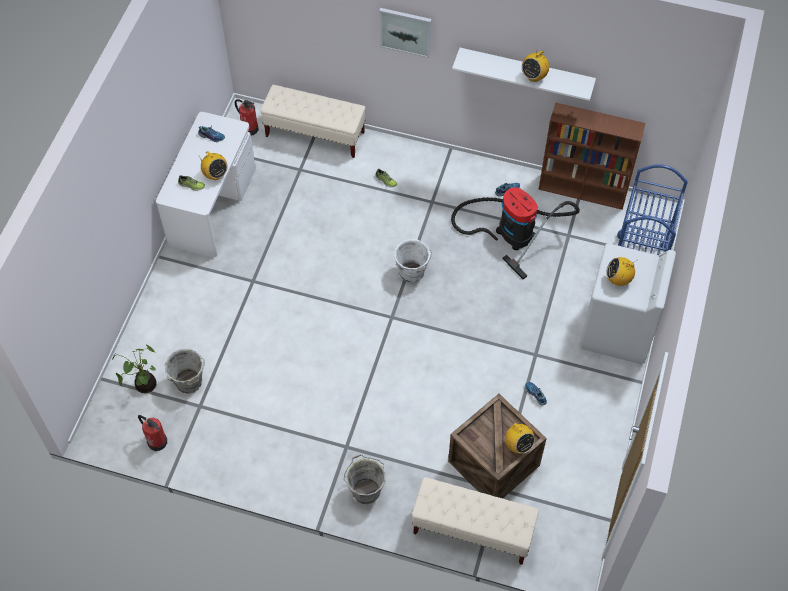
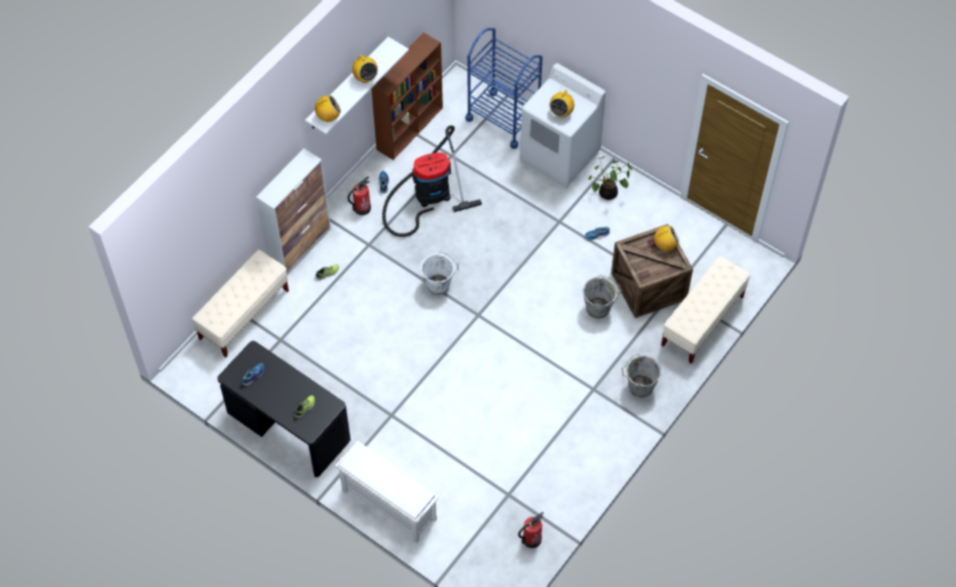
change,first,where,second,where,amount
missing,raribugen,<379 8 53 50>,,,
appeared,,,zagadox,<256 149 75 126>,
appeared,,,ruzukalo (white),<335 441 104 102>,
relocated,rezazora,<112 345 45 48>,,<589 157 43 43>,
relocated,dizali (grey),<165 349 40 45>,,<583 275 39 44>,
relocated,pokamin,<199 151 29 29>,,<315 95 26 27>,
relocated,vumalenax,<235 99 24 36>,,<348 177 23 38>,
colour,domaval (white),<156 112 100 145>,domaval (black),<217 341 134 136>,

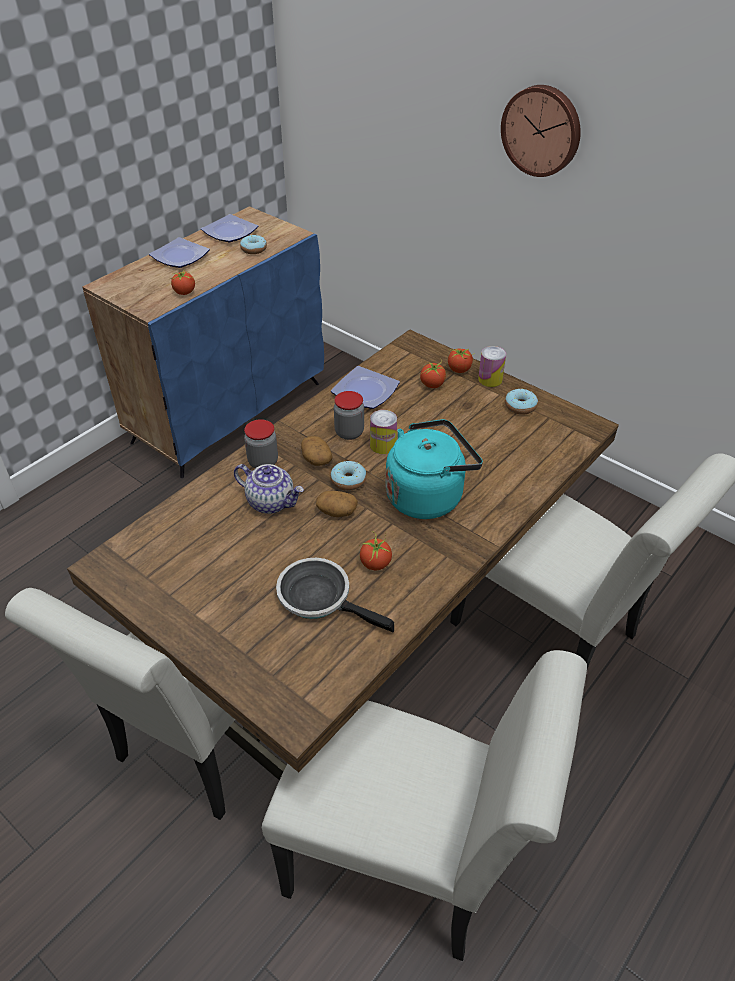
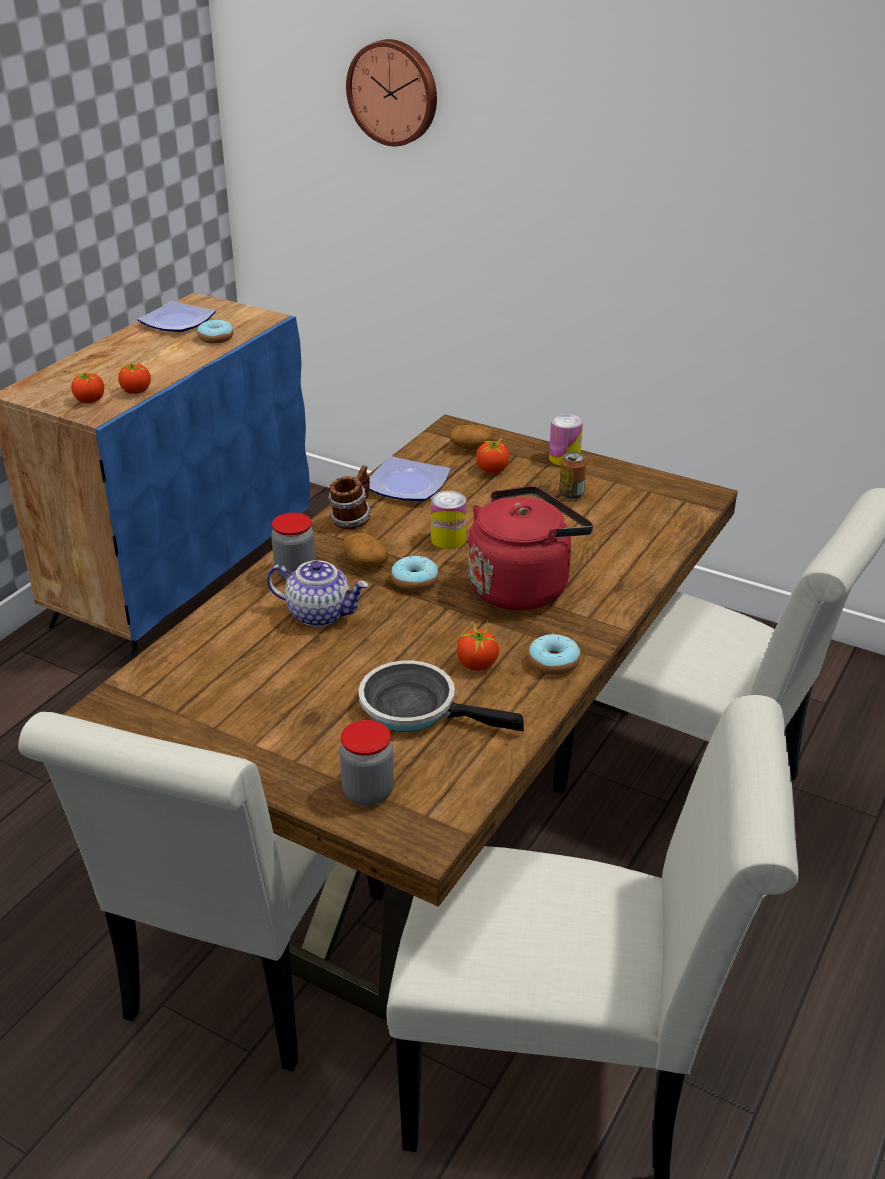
change,first,where,second,where,amount
missing,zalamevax,<149 237 61 31>,,,
appeared,,,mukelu,<328 465 43 65>,
appeared,,,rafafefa,<559 452 27 47>,
relocated,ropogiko,<316 491 42 26>,,<449 425 44 25>,
relocated,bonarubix,<334 391 30 49>,,<340 720 54 85>,
relocated,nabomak,<448 347 27 26>,,<71 371 33 33>,
relocated,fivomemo,<501 85 80 92>,,<346 39 91 107>,
relocated,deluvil,<505 389 33 26>,,<528 634 52 41>,
colour,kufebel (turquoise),<386 419 97 100>,kufebel (red),<468 486 125 124>,

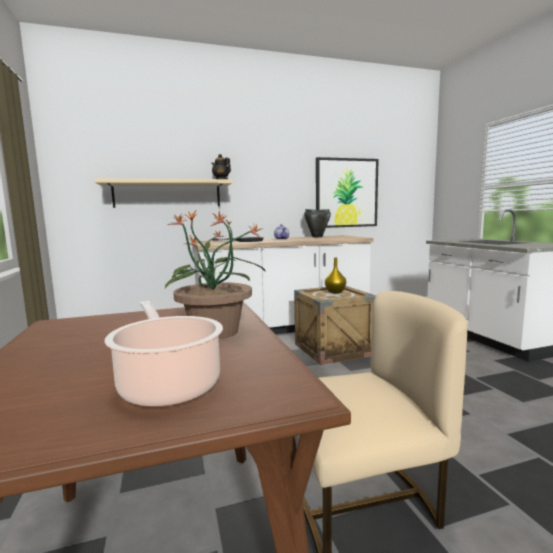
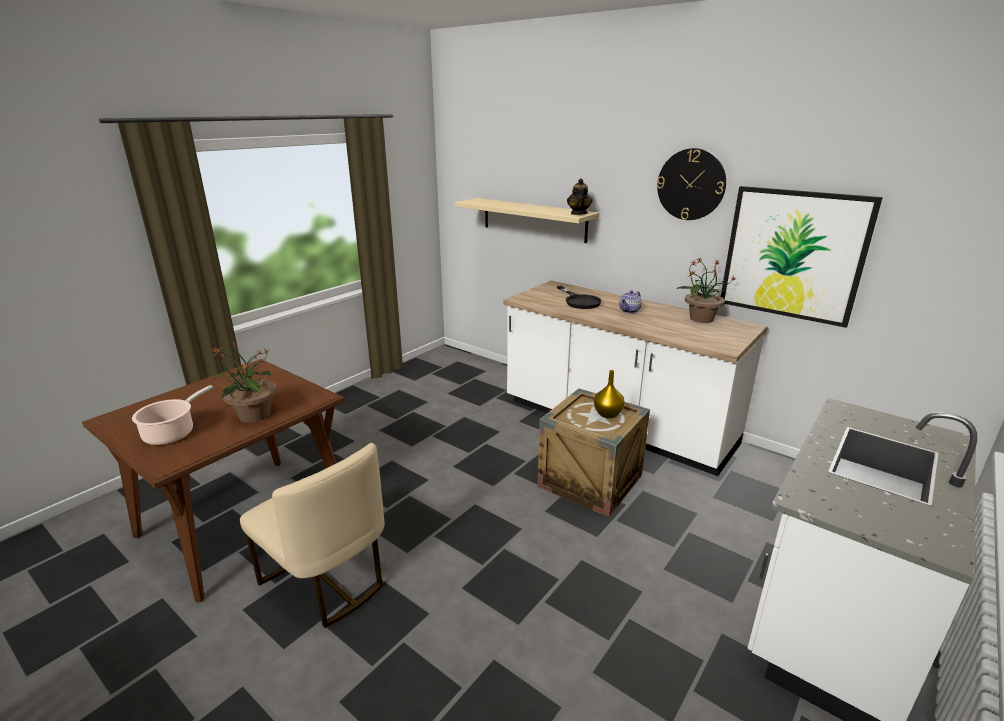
change,first,where,second,where,amount
appeared,,,fivomemo,<657 148 69 72>,
exchanged,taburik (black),<304 209 27 28>,rezazora,<676 259 60 64>,

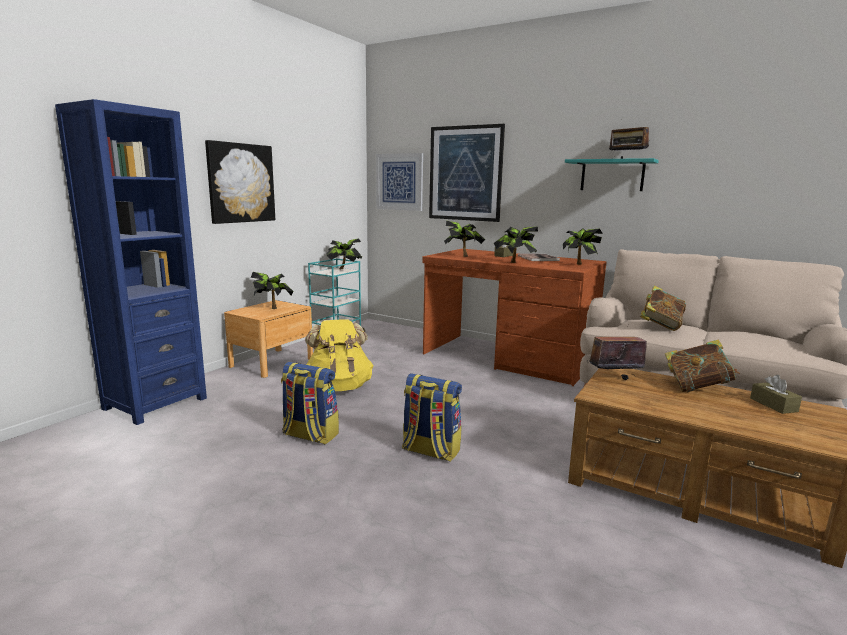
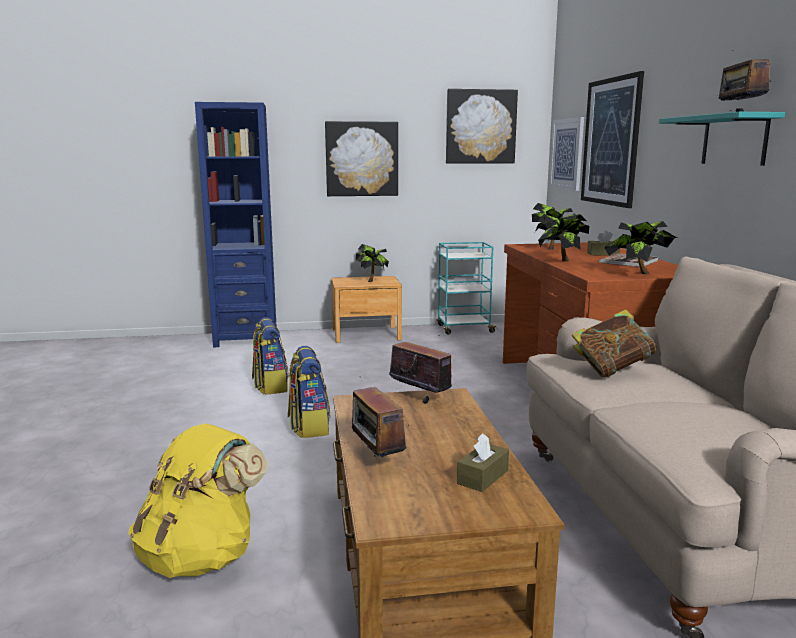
change,first,where,second,where,amount
missing,rezazora,<326 238 36 31>,,,
missing,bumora,<665 340 75 52>,,,
appeared,,,pokamin,<352 376 55 82>,
appeared,,,raribugen,<446 89 72 75>,
relocated,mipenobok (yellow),<305 319 68 72>,,<128 423 140 155>,

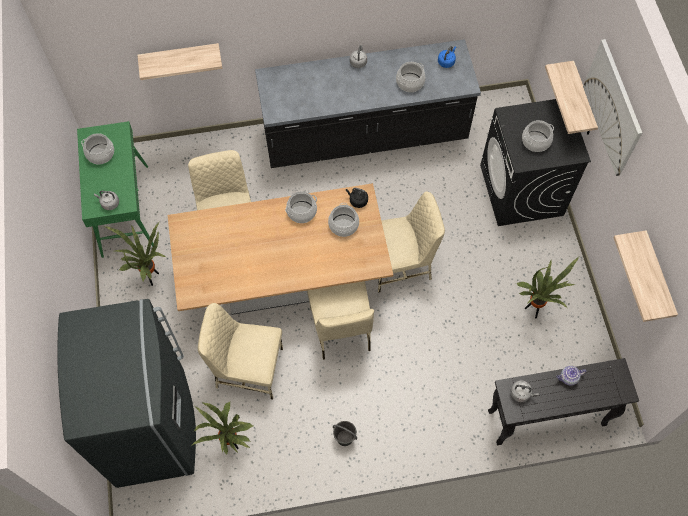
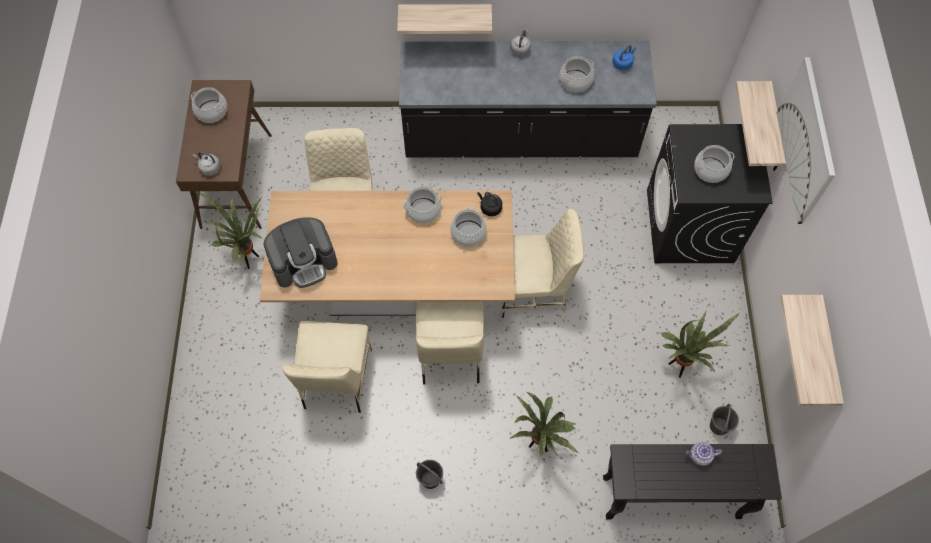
change,first,where,second,where,amount
missing,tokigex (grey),<57 299 139 189>,,,
missing,kufebel (grey),<510 381 29 21>,,,
appeared,,,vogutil,<264 217 74 71>,
appeared,,,dizali (grey),<710 404 29 31>,
relocated,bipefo,<137 43 85 37>,,<397 4 95 30>,
relocated,rezazora,<191 401 62 54>,,<510 392 69 64>,
colour,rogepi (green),<77 121 77 137>,rogepi (brown),<176 80 96 149>,
spun,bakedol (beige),<198 303 85 97>,,<282 321 90 92>,105 degrees counterclockwise

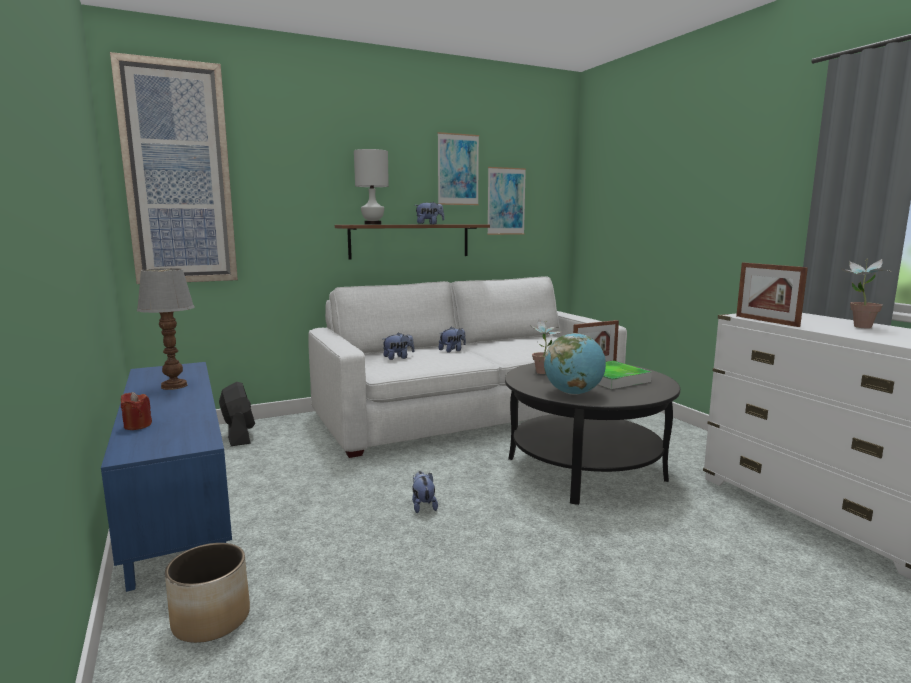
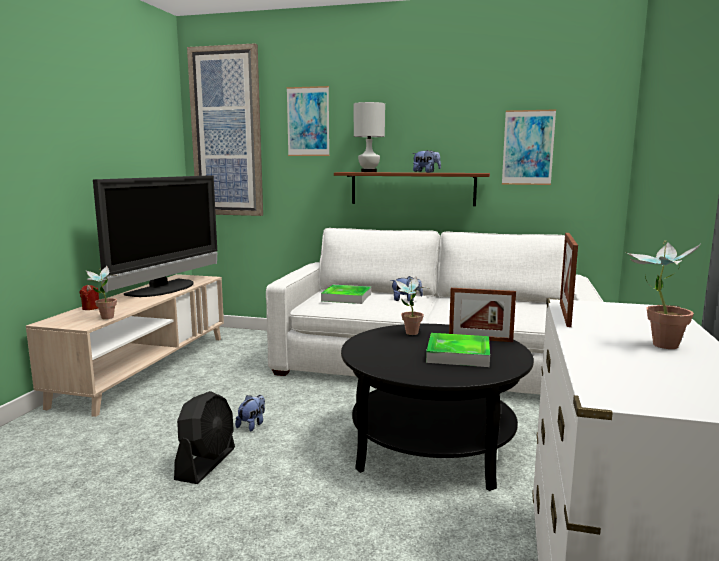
change,first,where,second,where,amount
missing,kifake,<165 543 85 100>,,,
missing,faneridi,<544 333 62 62>,,,
appeared,,,rezazora,<86 266 33 53>,
relocated,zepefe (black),<219 382 36 64>,,<174 391 61 93>,
relocated,raribugen,<437 132 42 73>,,<286 86 44 70>,
exchanged,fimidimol,<137 268 57 122>,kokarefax,<93 175 124 122>,
exchanged,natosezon,<383 332 32 28>,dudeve,<321 285 50 19>,
colour,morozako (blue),<101 362 131 230>,morozako (beige),<26 274 198 143>,

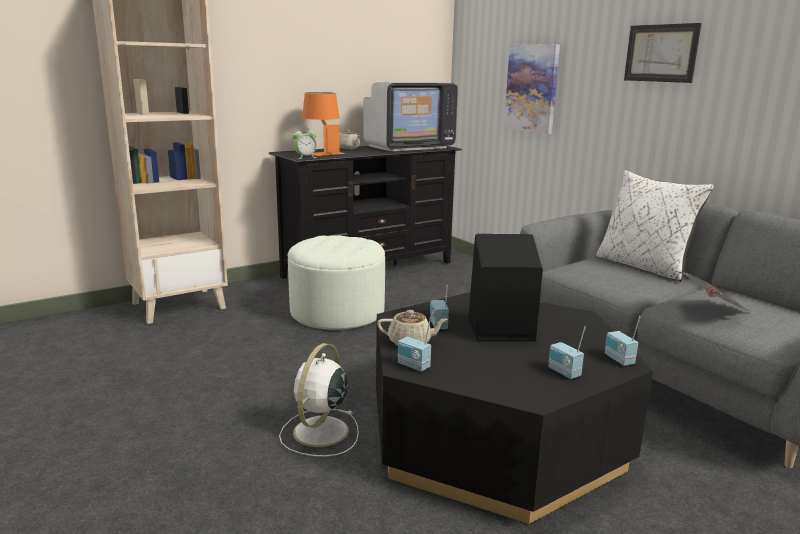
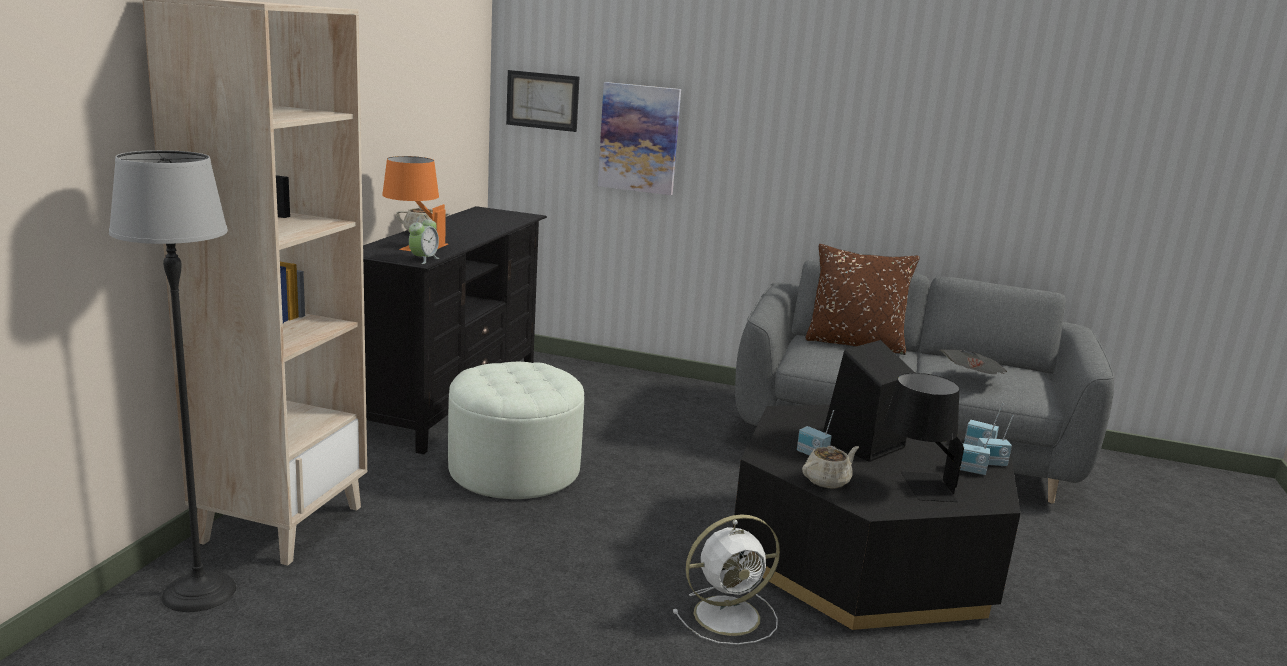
change,first,where,second,where,amount
missing,kokarefax,<363 82 95 69>,,,
appeared,,,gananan,<109 150 128 462>,
appeared,,,fimidimol (black),<884 373 80 129>,
relocated,pokamin,<398 318 33 54>,,<977 415 36 52>,
relocated,raribugen,<624 23 77 60>,,<506 70 73 62>,
colour,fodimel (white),<596 170 118 112>,fodimel (brown),<805 244 115 111>,
spun,zepefe (white),<279 343 80 114>,,<672 514 108 131>,90 degrees counterclockwise

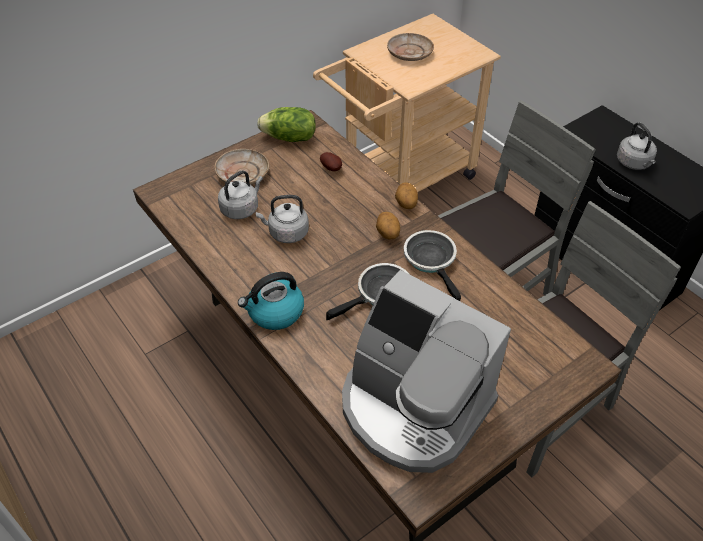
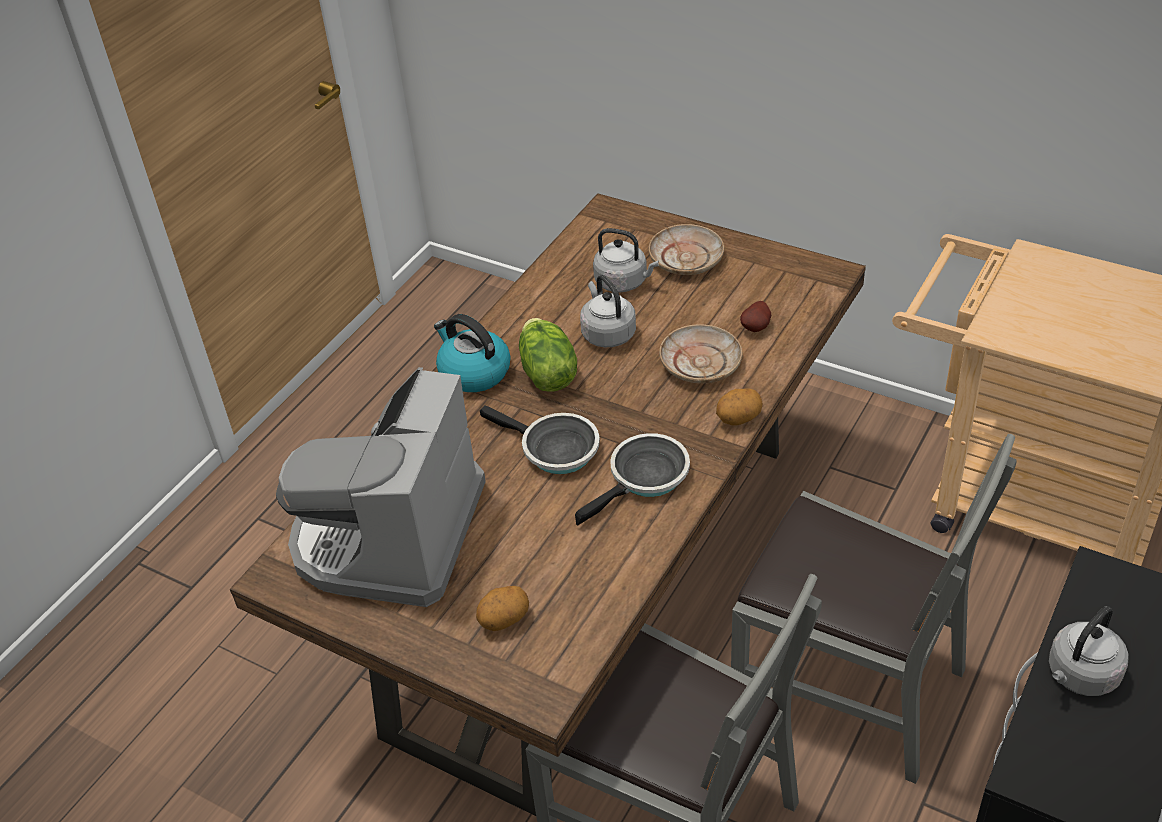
change,first,where,second,where,amount
relocated,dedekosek,<257 107 59 35>,,<519 318 58 74>,
relocated,ropogiko,<376 212 24 28>,,<476 586 53 45>,
relocated,zalamevax (beige),<387 33 47 28>,,<659 324 84 59>,

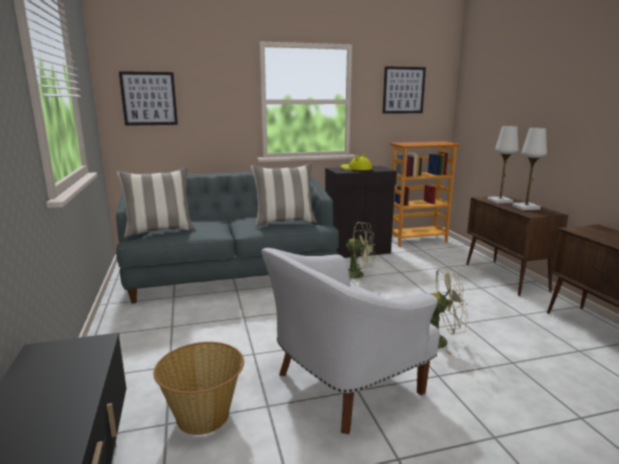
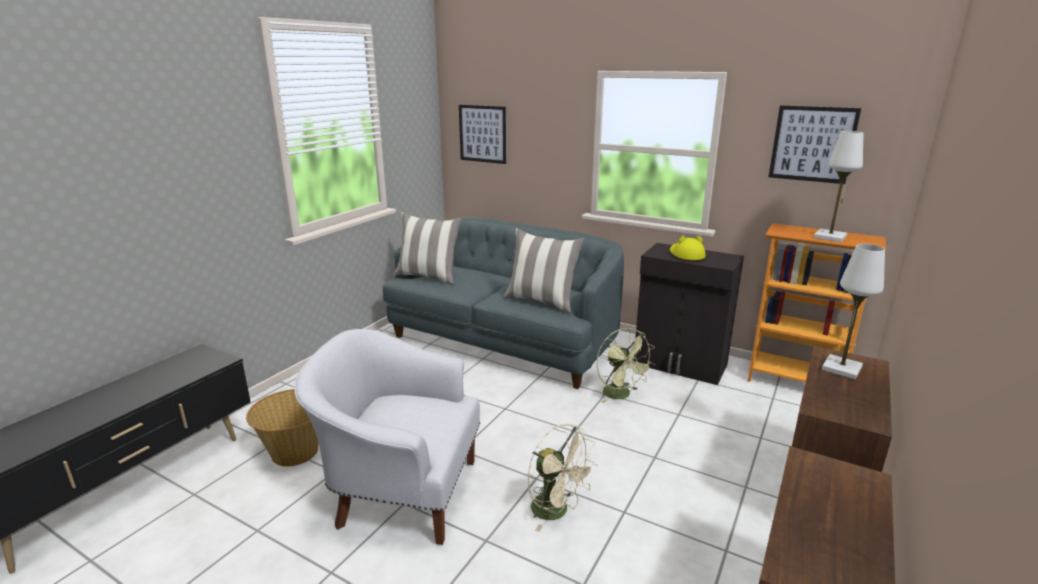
change,first,where,second,where,amount
relocated,fimidimol (white),<512 128 35 82>,,<814 131 49 111>,

